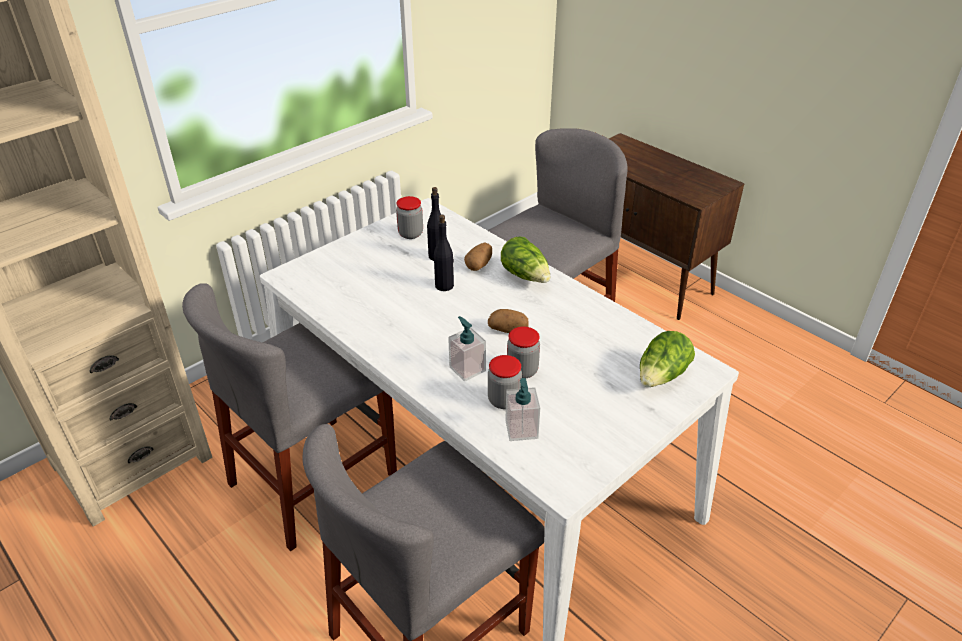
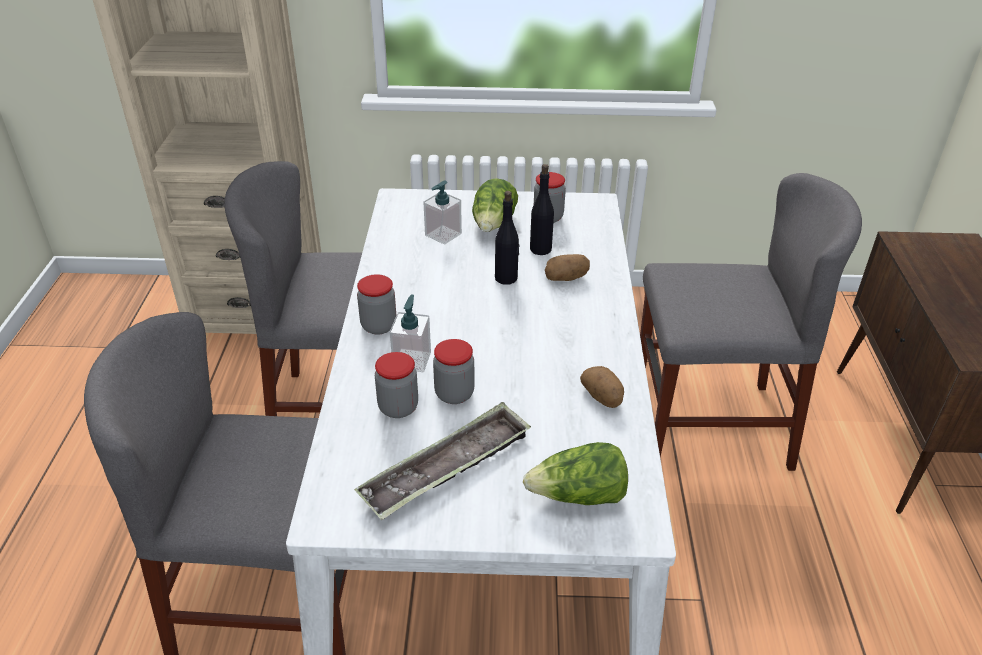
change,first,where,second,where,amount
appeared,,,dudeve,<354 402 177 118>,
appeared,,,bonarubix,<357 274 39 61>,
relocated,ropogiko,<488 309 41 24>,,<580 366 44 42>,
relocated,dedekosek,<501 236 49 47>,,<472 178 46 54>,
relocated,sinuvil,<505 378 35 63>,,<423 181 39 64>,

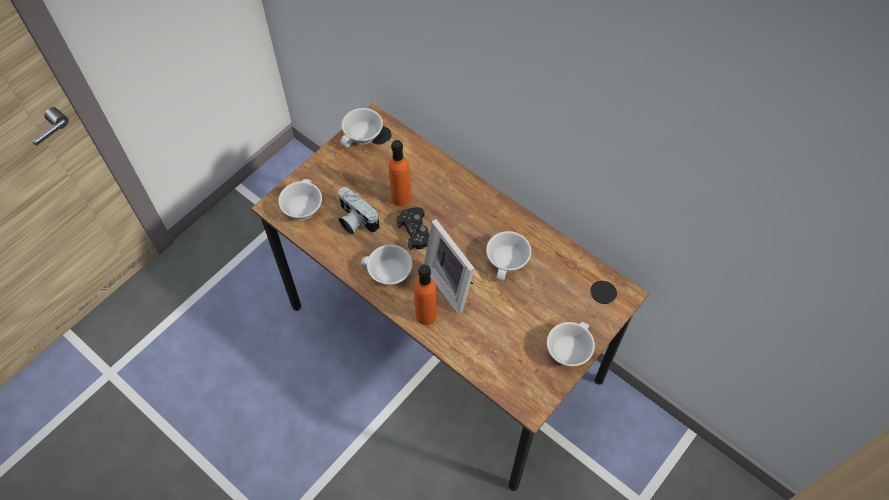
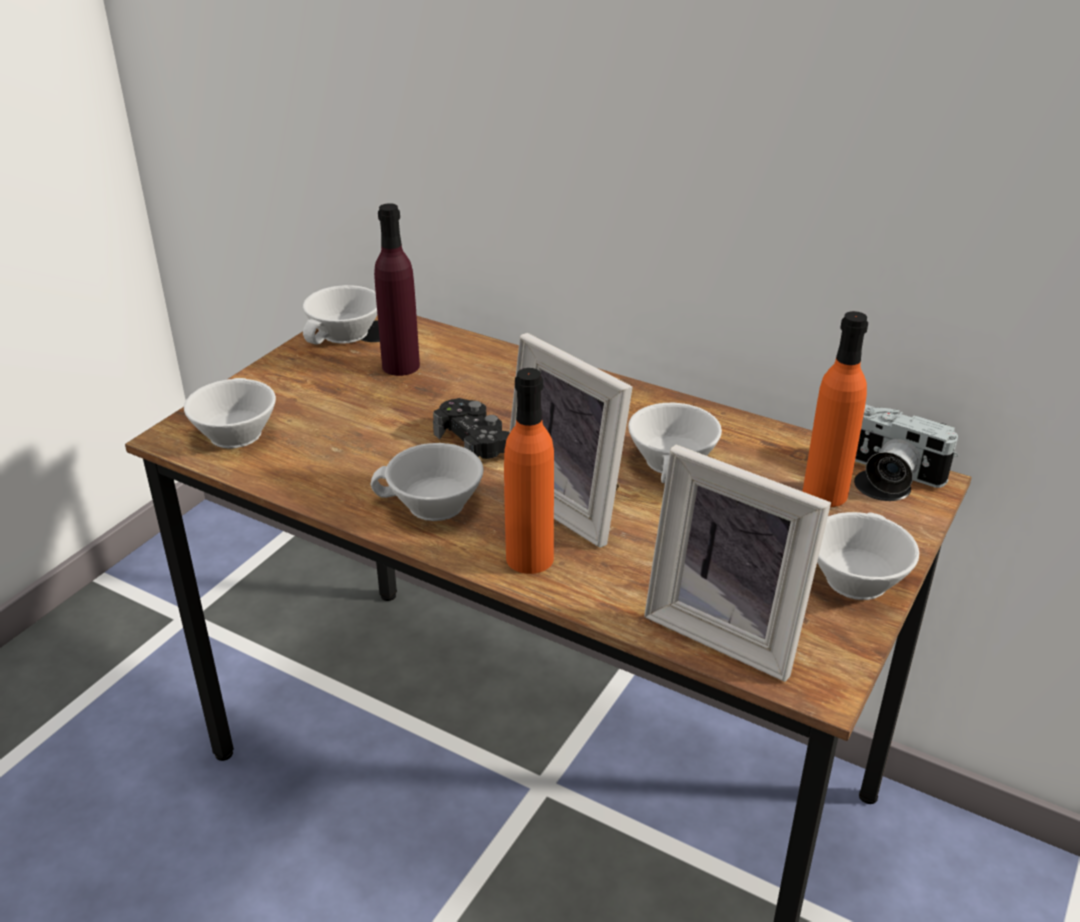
change,first,where,second,where,amount
appeared,,,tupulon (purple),<374 203 46 173>,
appeared,,,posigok,<644 445 187 237>,
relocated,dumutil,<339 187 41 48>,,<855 404 103 90>,
relocated,tupulon (orange),<389 140 22 66>,,<803 311 65 196>,

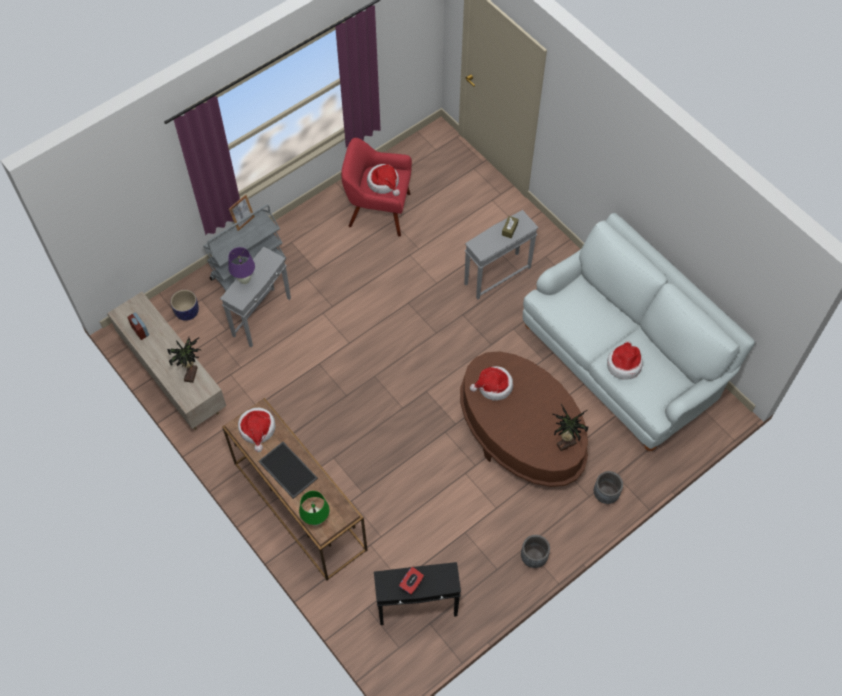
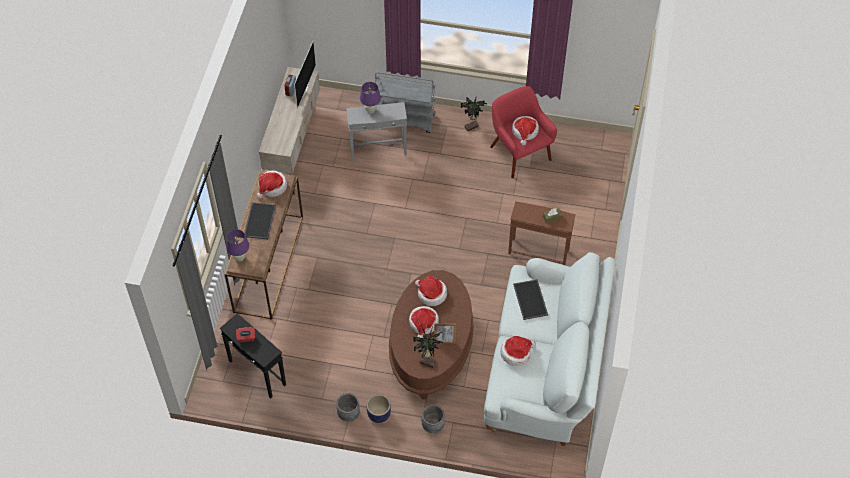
change,first,where,second,where,amount
appeared,,,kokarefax,<294 40 22 69>,
appeared,,,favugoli,<409 306 30 32>,
appeared,,,dudeve,<513 279 35 41>,
relocated,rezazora,<167 337 35 46>,,<461 98 26 33>,
relocated,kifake,<171 290 28 31>,,<367 395 24 28>,
relocated,posigok,<229 194 26 37>,,<434 323 22 21>,
colour,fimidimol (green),<299 491 30 35>,fimidimol (purple),<226 229 23 33>,
colour,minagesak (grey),<464 210 75 89>,minagesak (brown),<508 201 68 64>,

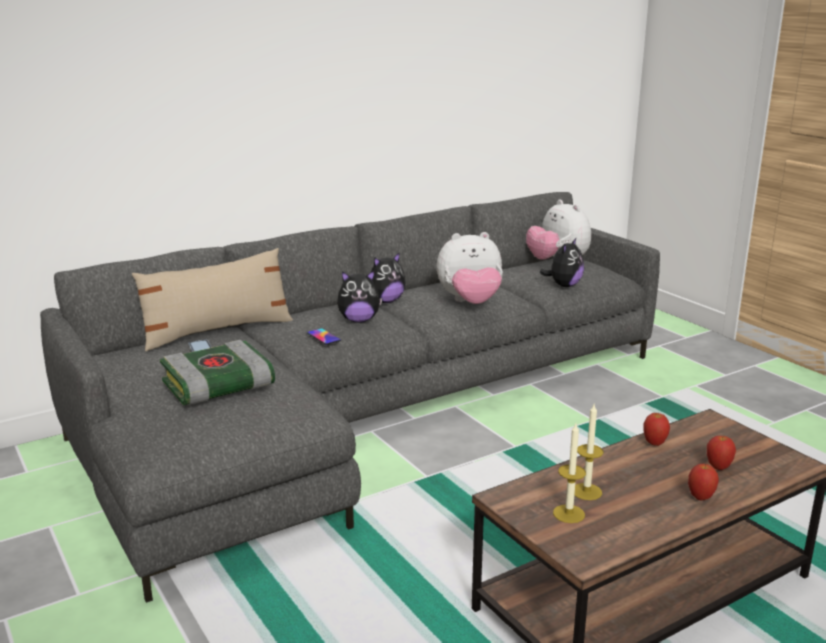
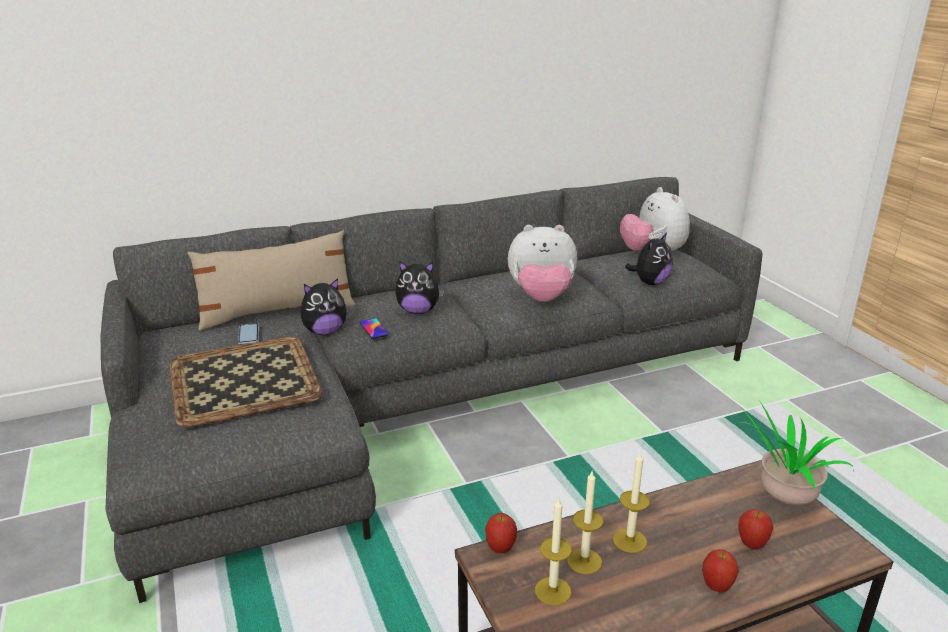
change,first,where,second,where,amount
appeared,,,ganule,<613 451 37 102>,
appeared,,,rezazora,<739 400 114 105>,
relocated,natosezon,<371 252 35 51>,,<301 278 46 57>,
relocated,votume,<643 412 27 34>,,<485 513 32 40>,
exchanged,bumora,<160 340 115 65>,dudeve,<169 337 154 91>,

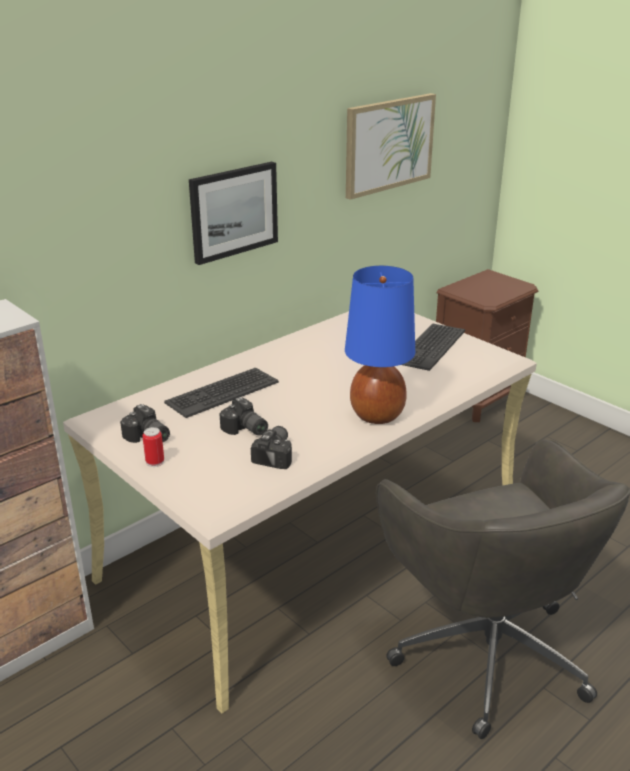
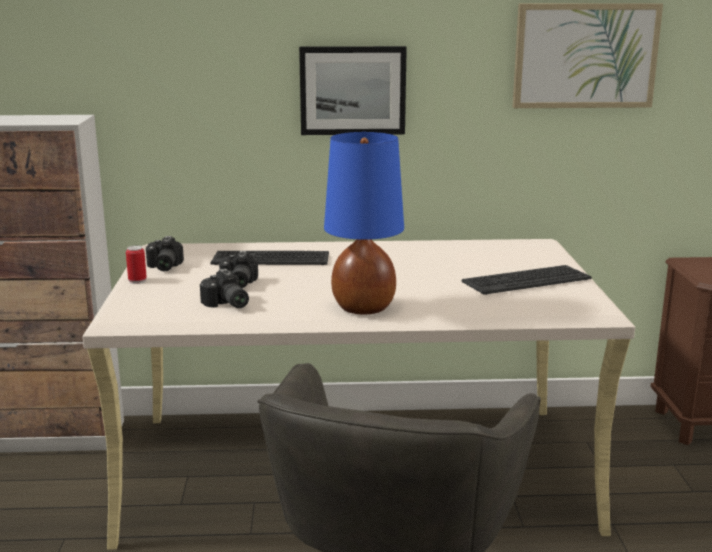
change,first,where,second,where,amount
spun,dumutil,<251 426 41 43>,,<200 269 49 39>,90 degrees clockwise

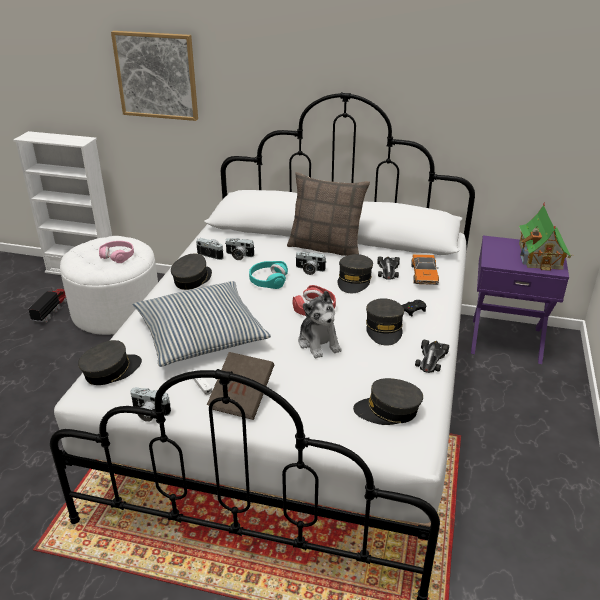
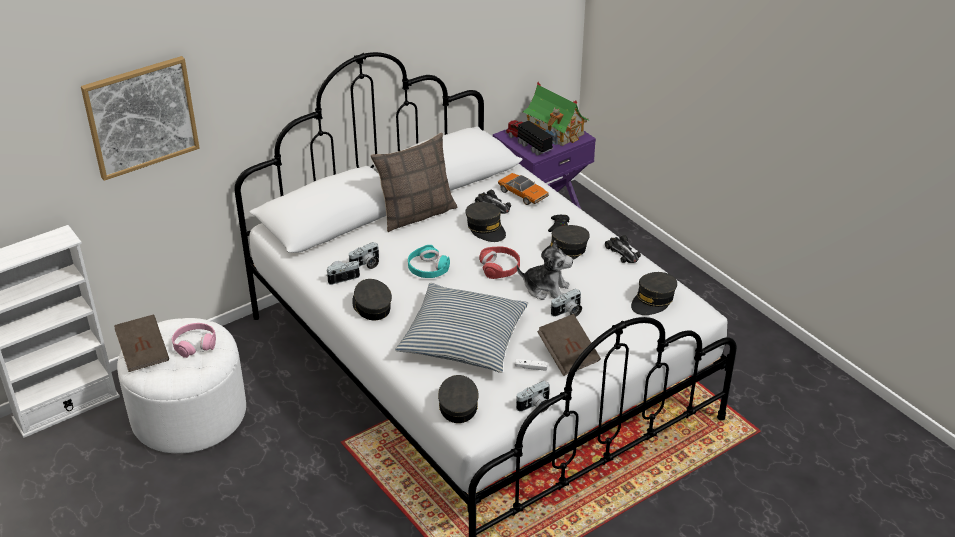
change,first,where,second,where,amount
appeared,,,bumora (brown),<114 315 55 57>,
relocated,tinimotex,<29 287 38 36>,,<505 119 48 37>,
relocated,dumutil,<295 252 32 23>,,<551 289 31 28>,
spun,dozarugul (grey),<366 298 38 47>,,<541 225 49 35>,105 degrees clockwise

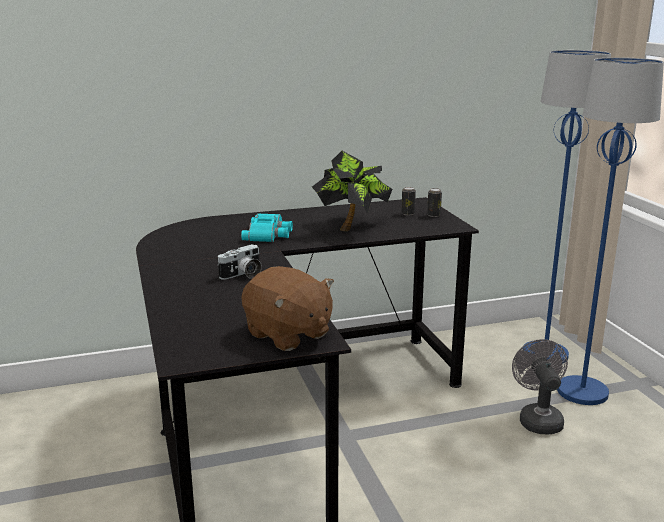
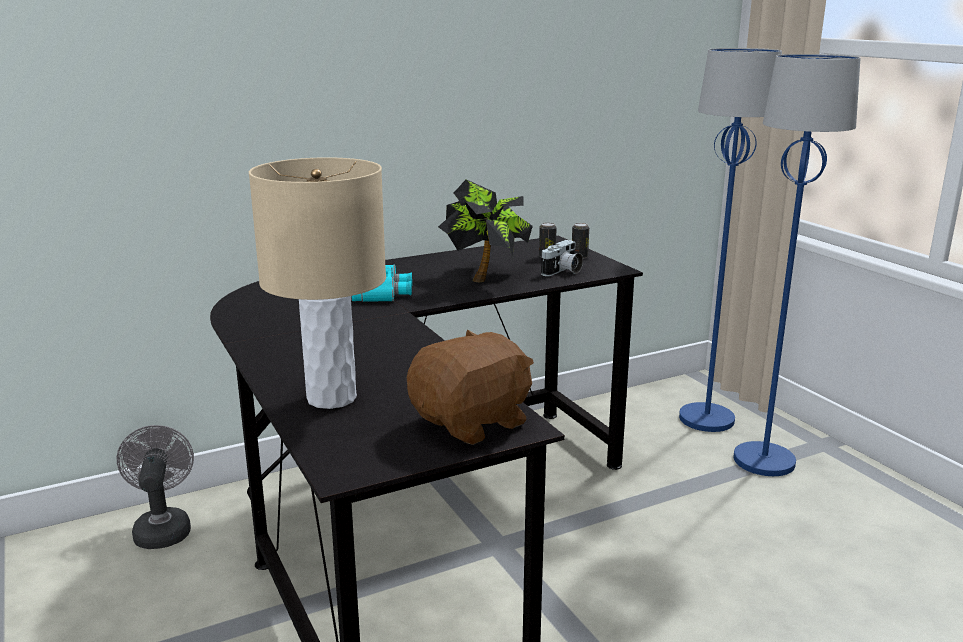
change,first,where,second,where,amount
appeared,,,fimidimol (beige),<249 157 137 252>,
relocated,dumutil,<217 244 45 36>,,<541 240 42 36>,
relocated,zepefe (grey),<512 339 56 95>,,<117 425 77 124>,
spun,natosezon (brown),<241 266 93 85>,,<407 329 127 116>,75 degrees counterclockwise

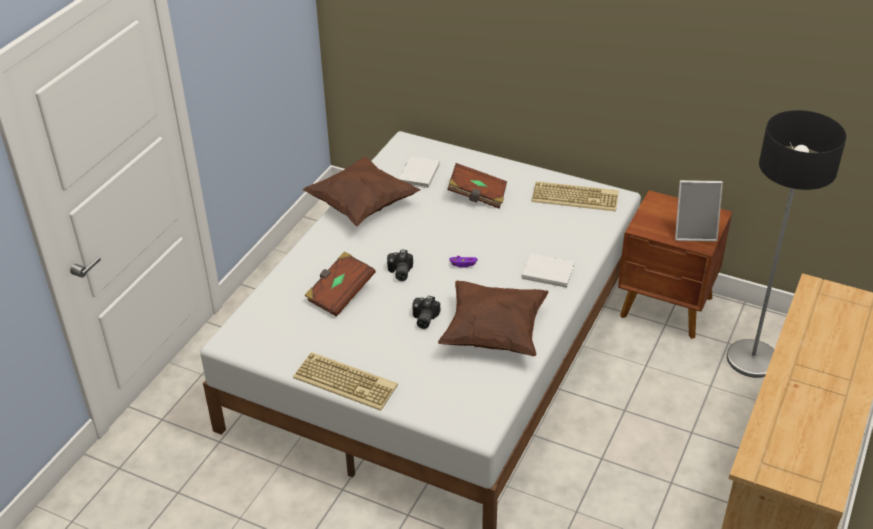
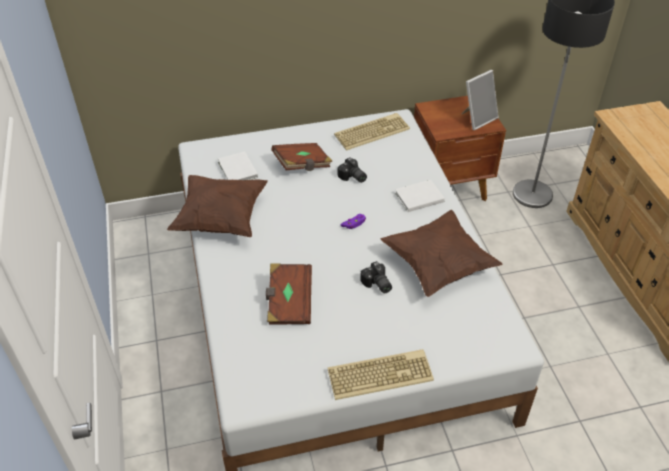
change,first,where,second,where,amount
relocated,dumutil,<387 250 26 31>,,<338 158 29 25>,

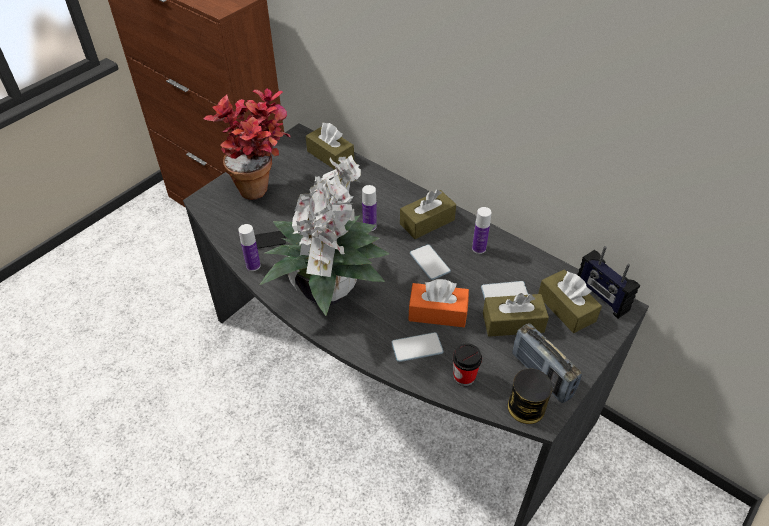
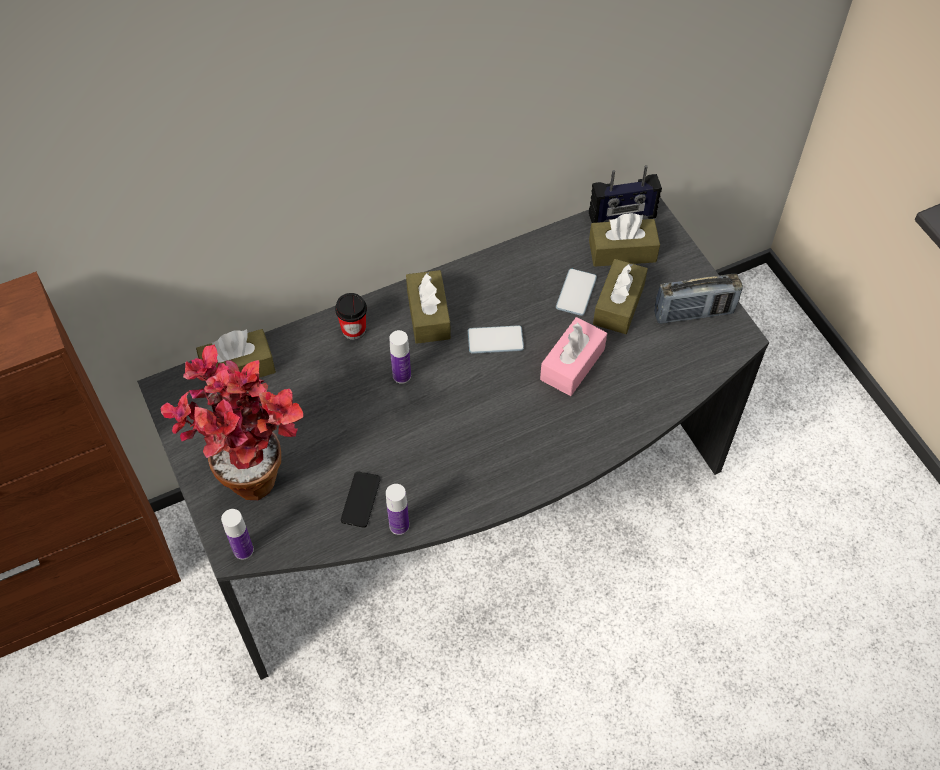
change,first,where,second,where,amount
missing,rezazora,<259 155 131 161>,,,
missing,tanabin,<391 332 52 30>,,,
missing,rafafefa,<508 369 45 55>,,,
relocated,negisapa,<453 343 29 43>,,<335 293 32 47>,
relocated,tupulon,<472 207 20 47>,,<221 509 33 51>,
colour,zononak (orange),<408 279 61 48>,zononak (pink),<540 317 67 79>,

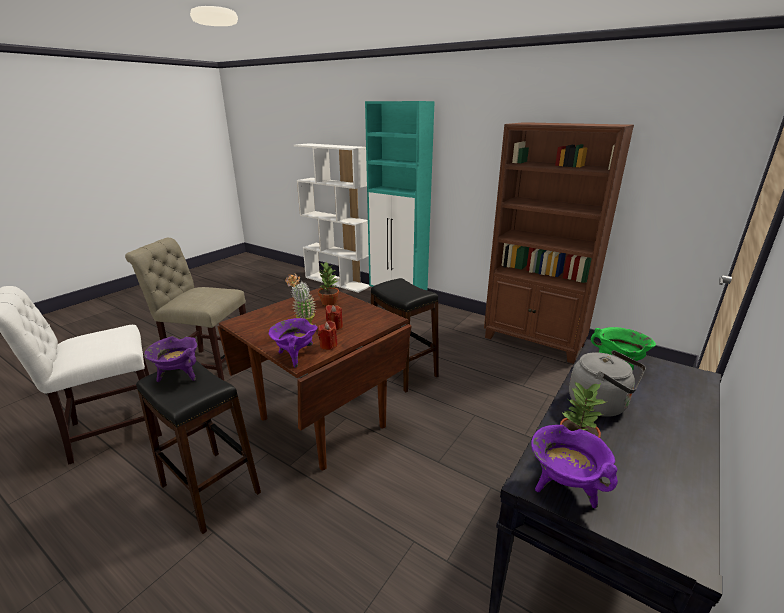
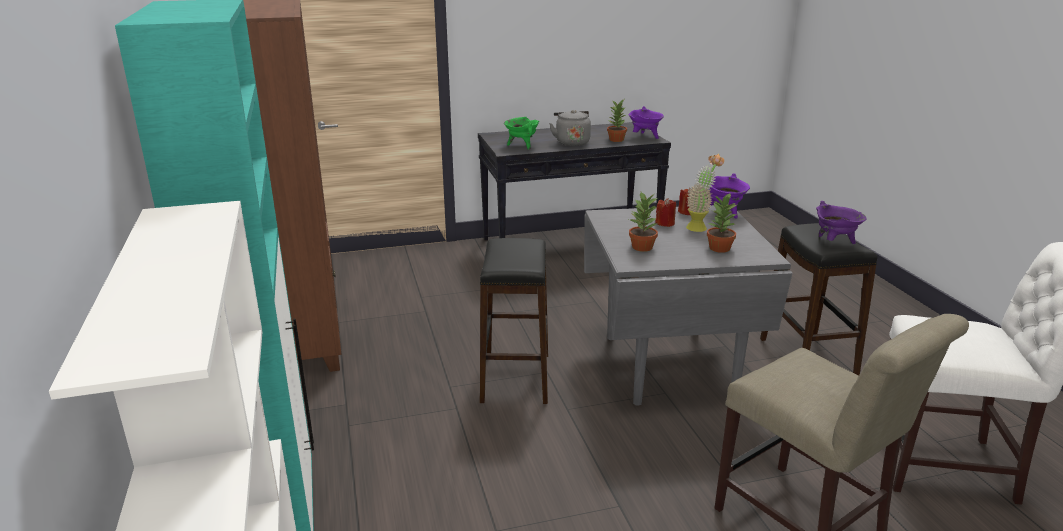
change,first,where,second,where,amount
appeared,,,rezazora,<707 194 31 59>,
colour,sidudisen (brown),<217 286 195 184>,sidudisen (grey),<584 205 209 201>,

